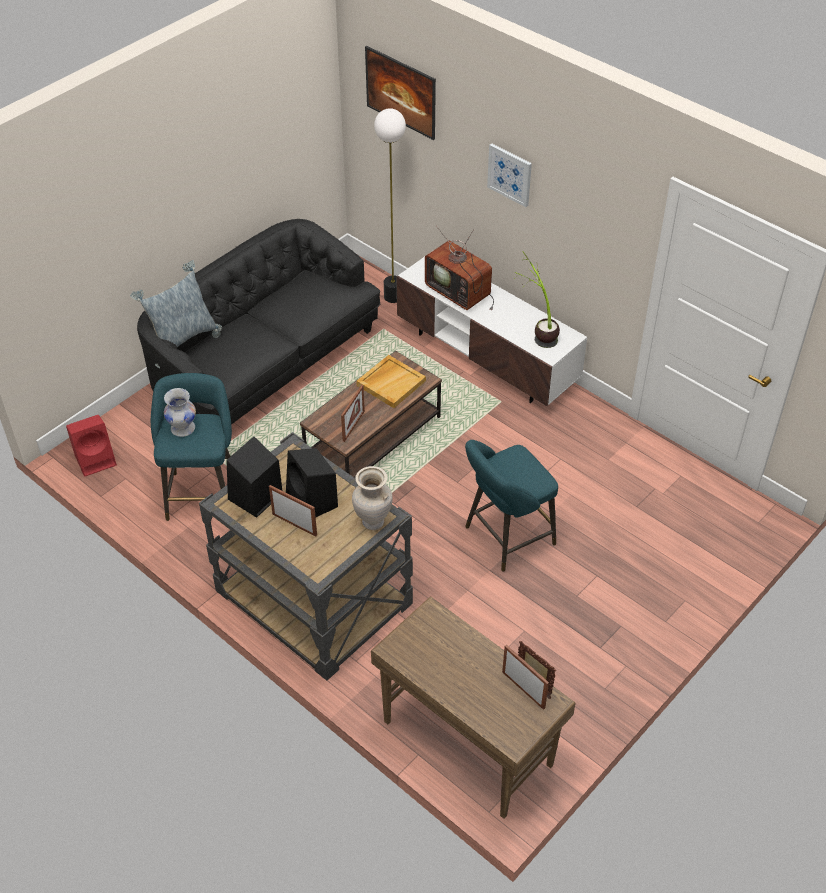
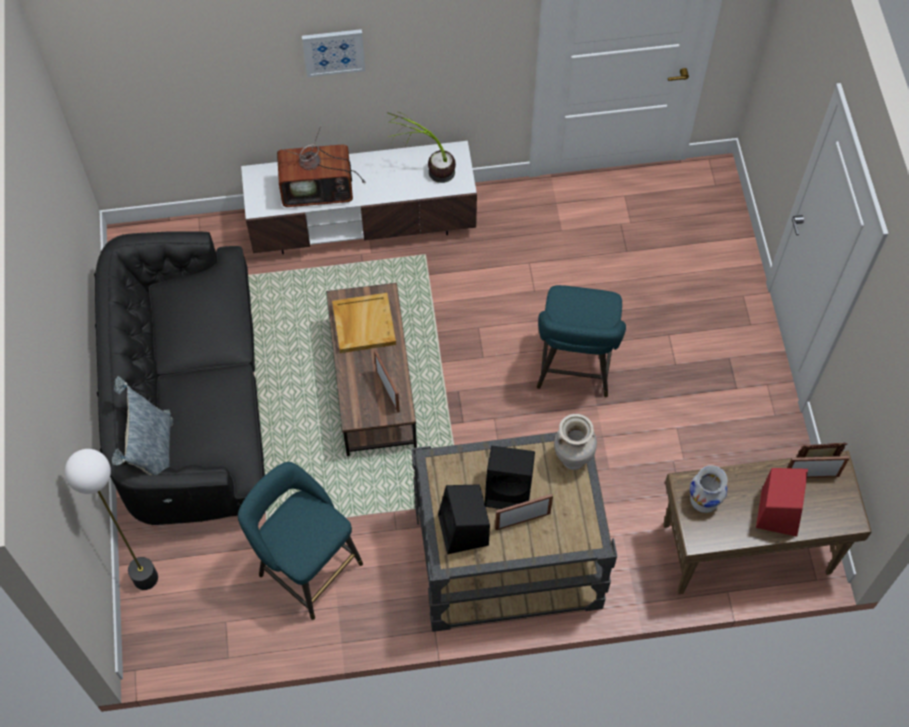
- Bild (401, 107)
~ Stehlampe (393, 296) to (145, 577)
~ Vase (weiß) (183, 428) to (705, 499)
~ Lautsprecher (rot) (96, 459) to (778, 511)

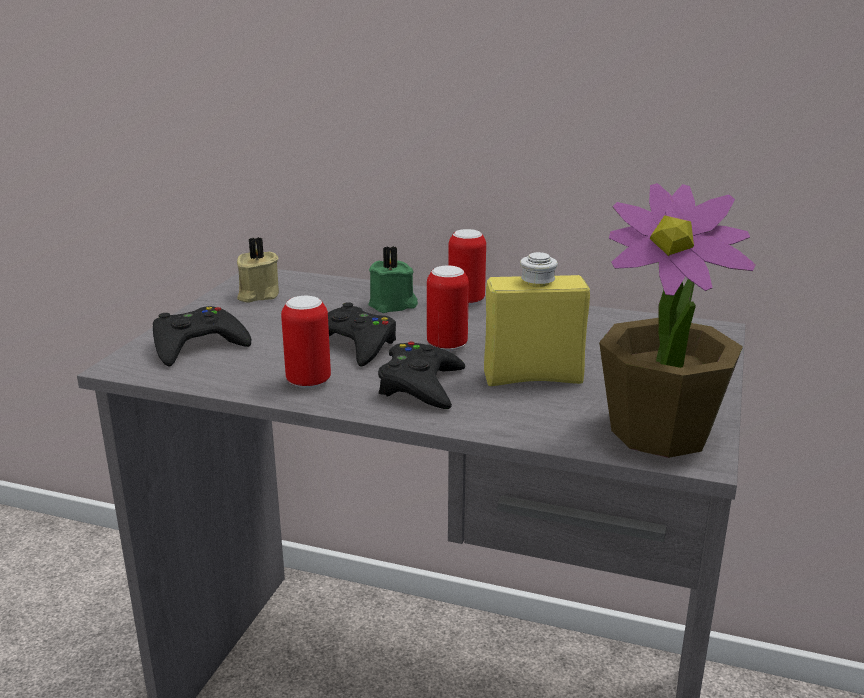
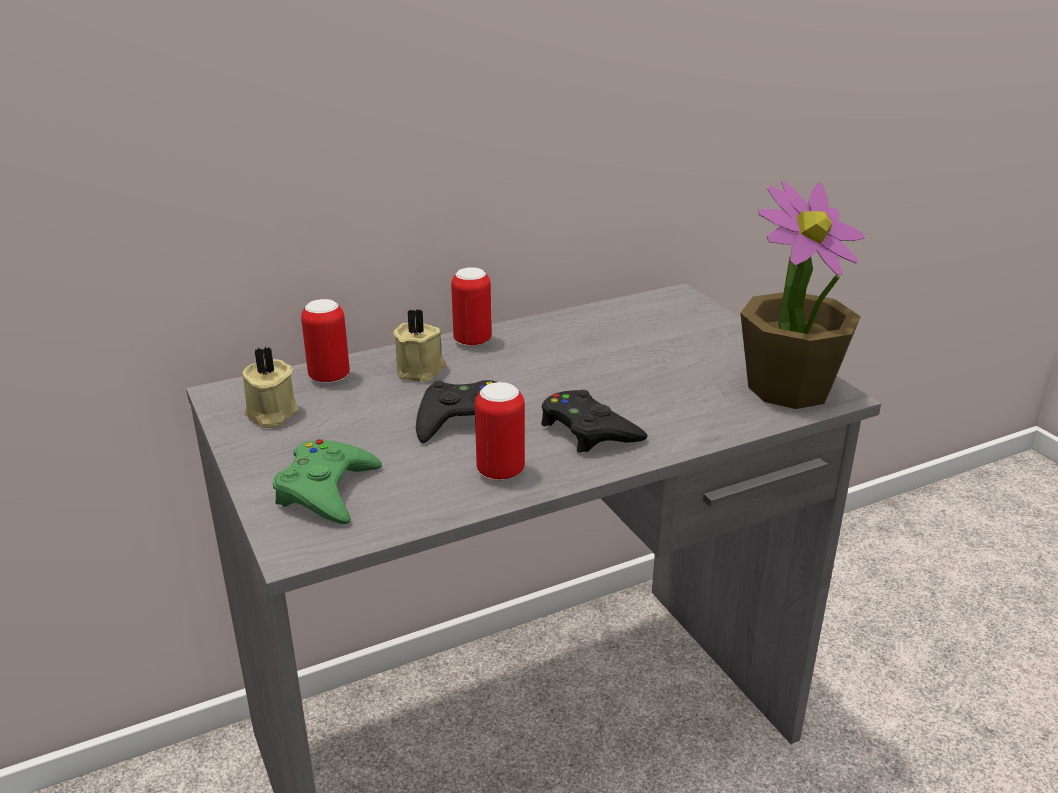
~ Kerze (grün) (393, 305) to Kerze (beige) (421, 370)
- Flasche (gelb) (533, 378)
~ Dose (447, 345) to (329, 377)
~ Gamepad (schwarz) (197, 345) to Gamepad (grün) (327, 490)

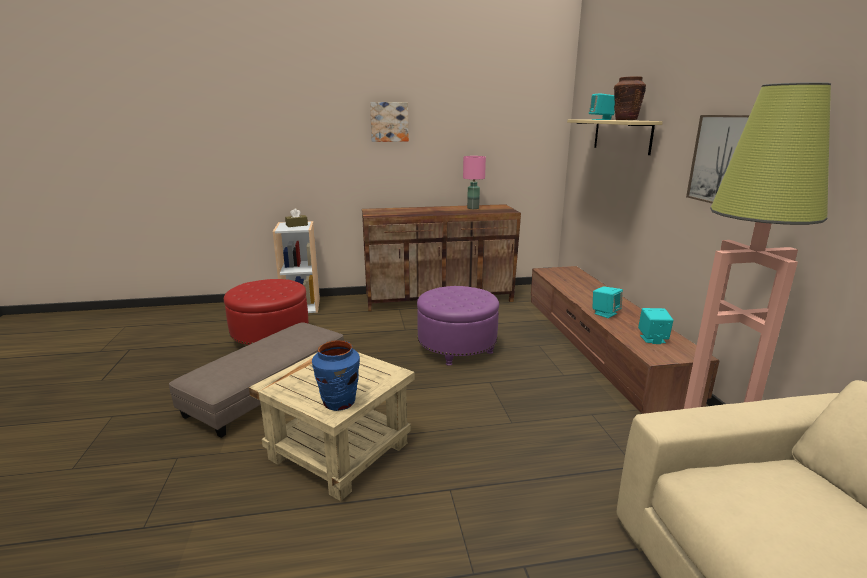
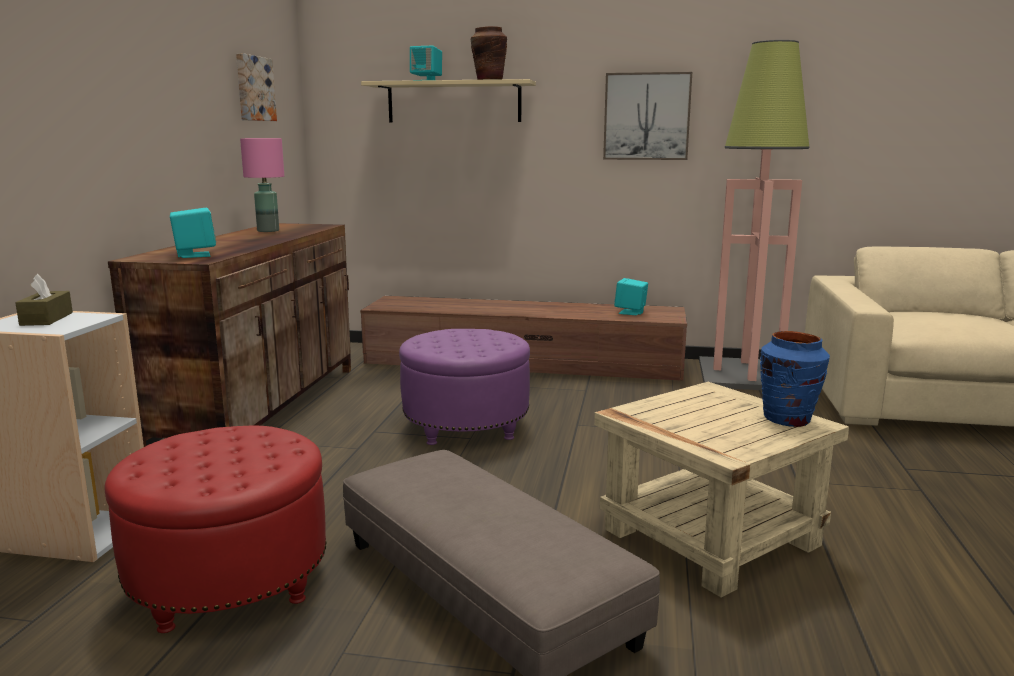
~ Bild (389, 122) to (253, 88)
~ Lautsprecher (türkis) (605, 313) to (195, 255)

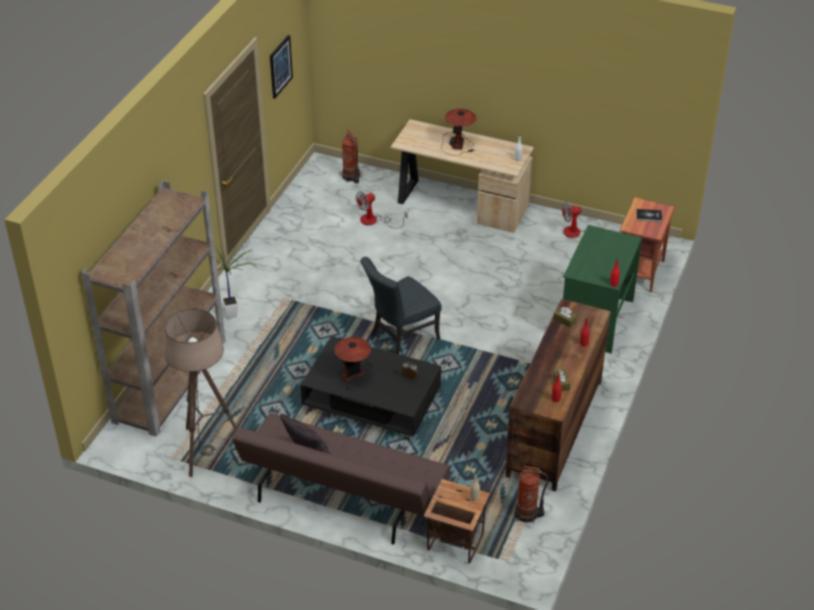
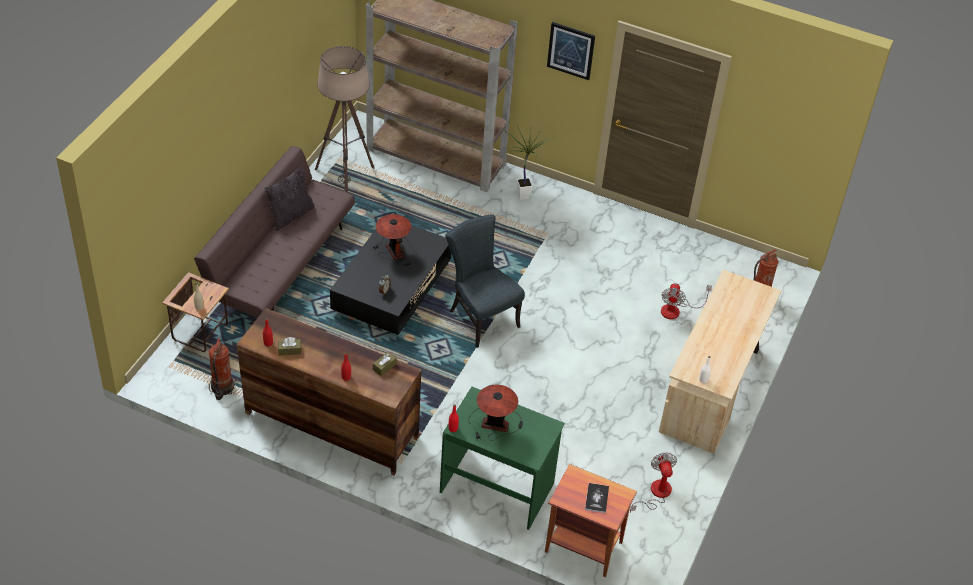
~ Bild (280, 66) to (571, 50)
~ Tischlampe (457, 144) to (494, 424)
~ Ventilator (374, 221) = (676, 310) 135 degrees counterclockwise

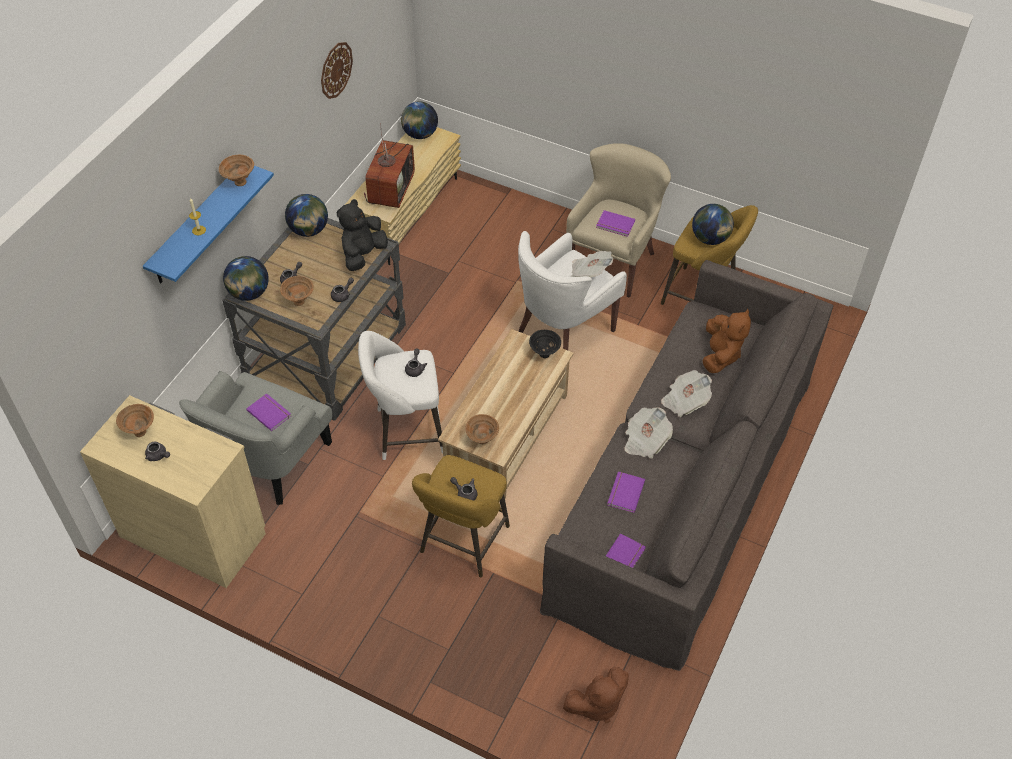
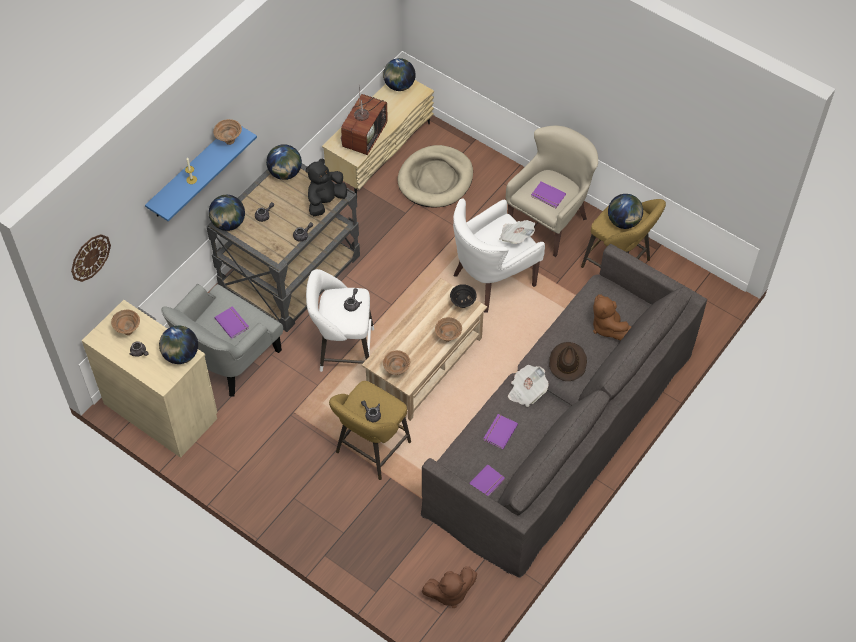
~ Wanduhr (336, 70) to (90, 257)
~ Schüssel (braun) (299, 301) to (448, 337)
~ Plüschtier (braun) (720, 355) = (607, 327) 135 degrees clockwise
~ Zeitung (685, 401) to Hut (braun) (567, 362)
+ Hundebett (beige) (435, 179)
+ Globus (181, 355)

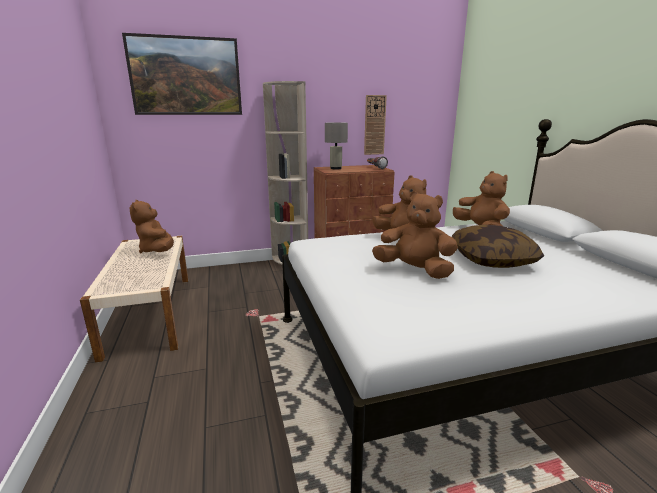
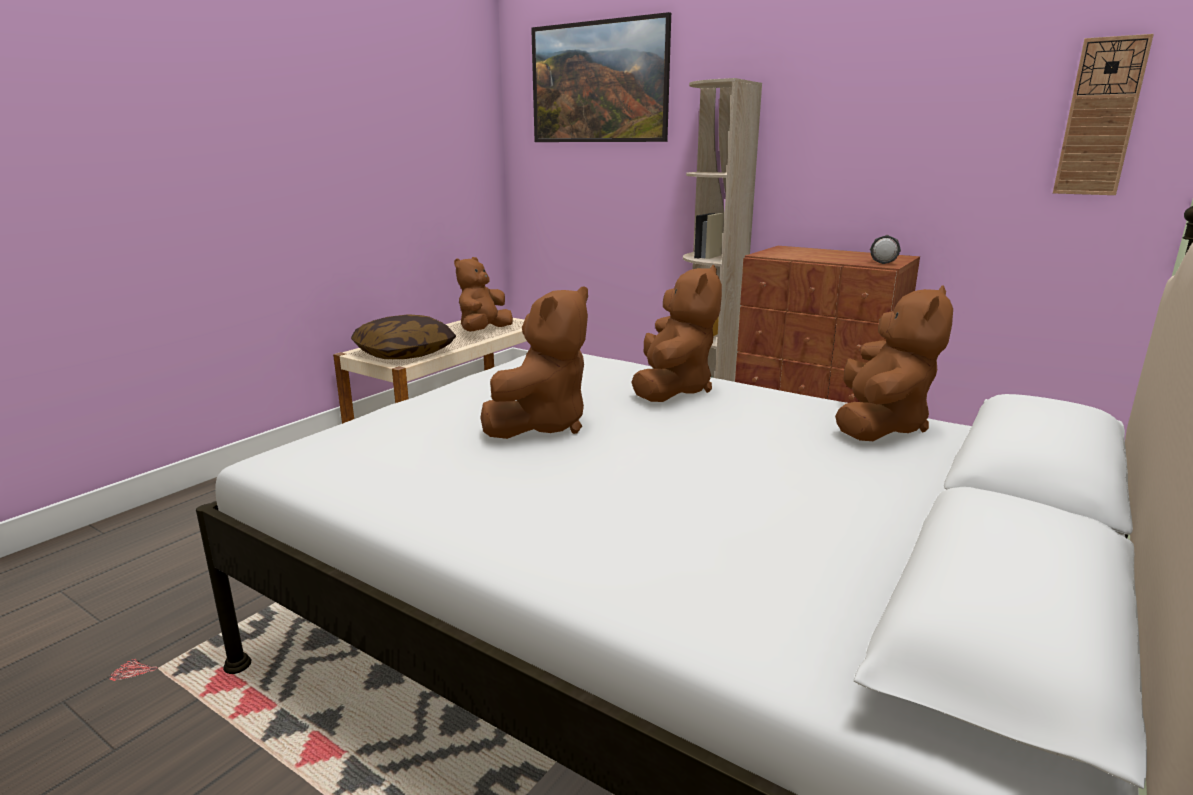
~ Wanduhr (374, 125) to (1100, 118)
- Tischlampe (grau) (335, 168)
~ Plüschtier (braun) (414, 270) = (541, 425) 45 degrees clockwise
~ Kissen (492, 259) to (405, 354)

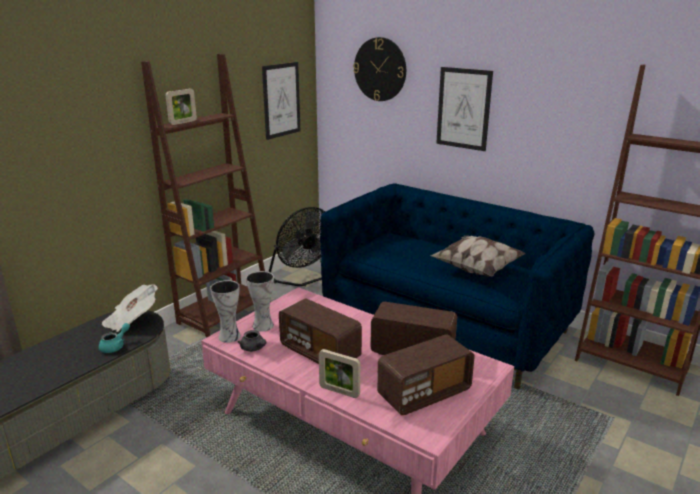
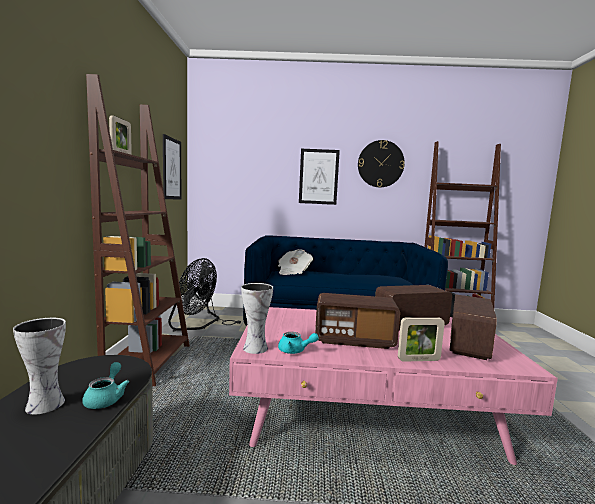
~ Wanduhr (380, 69) to (380, 164)
- Kissen (476, 269)
~ Vase (262, 325) to (43, 404)
~ Zeitung (131, 320) to (293, 272)
~ Teekanne (grau) (254, 348) to Teekanne (türkis) (295, 351)

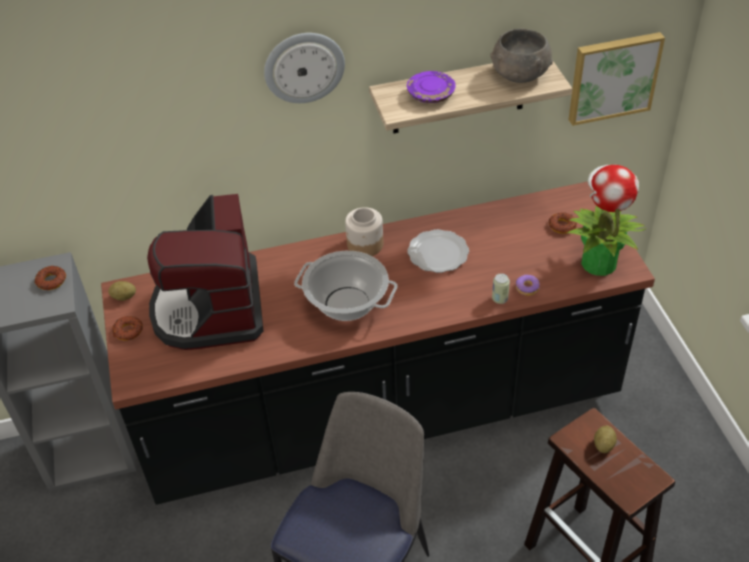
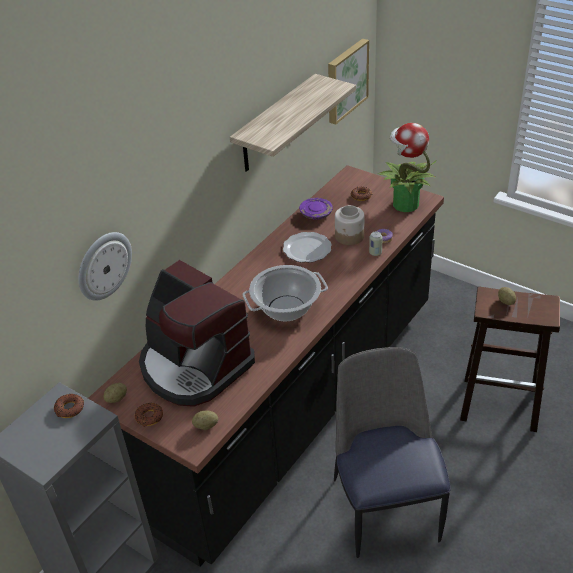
- Schüssel (grau) (519, 74)
~ Wanduhr (304, 67) to (103, 265)
~ Teller (lila) (431, 94) to (316, 213)
~ Vorratsglas (365, 245) to (349, 236)
+ Kartoffel (206, 426)

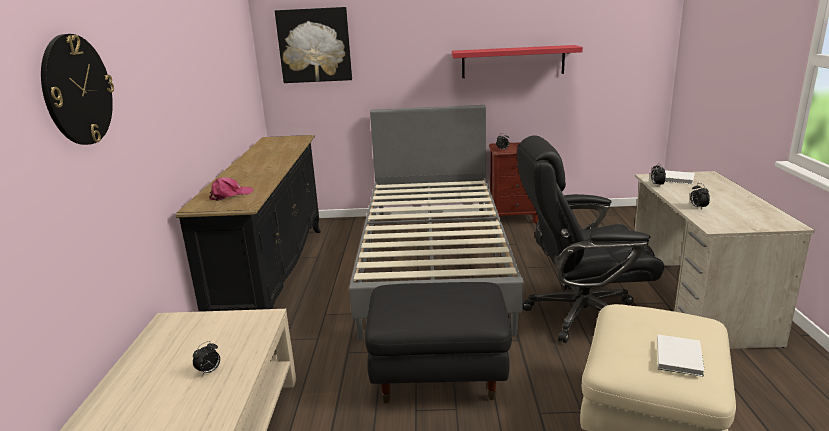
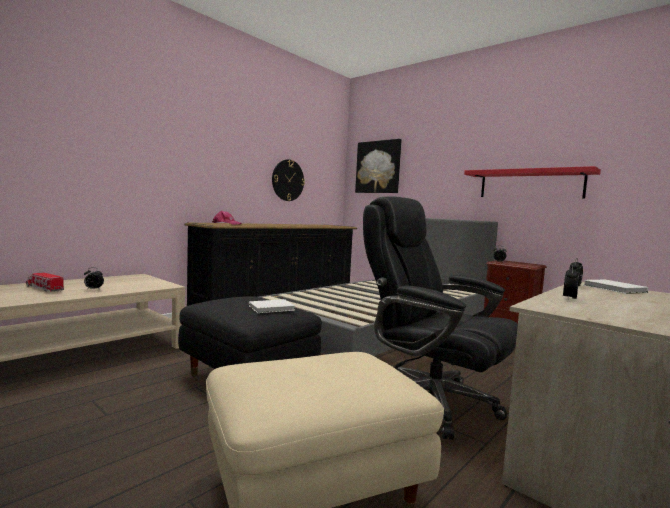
~ Wanduhr (77, 90) to (287, 180)
~ Buch (weiß) (680, 356) to (273, 308)
+ Spielzeuglaster (44, 288)

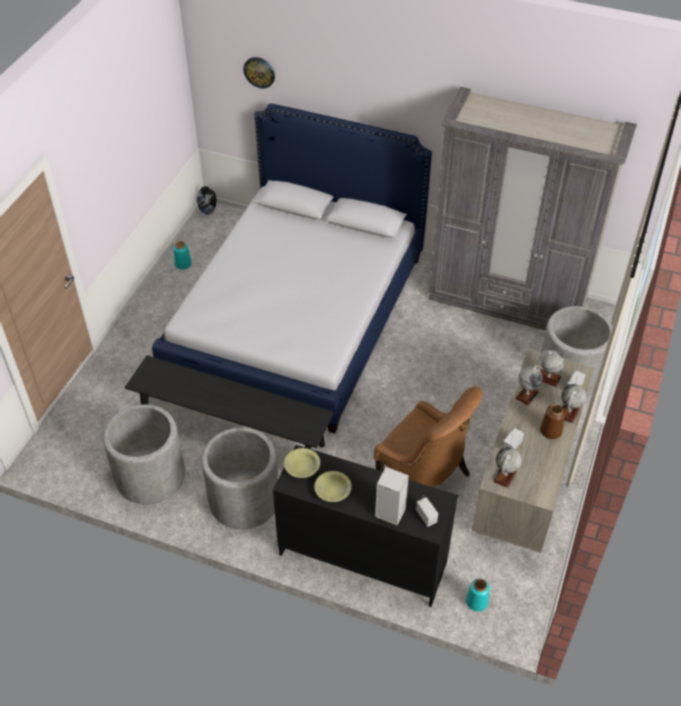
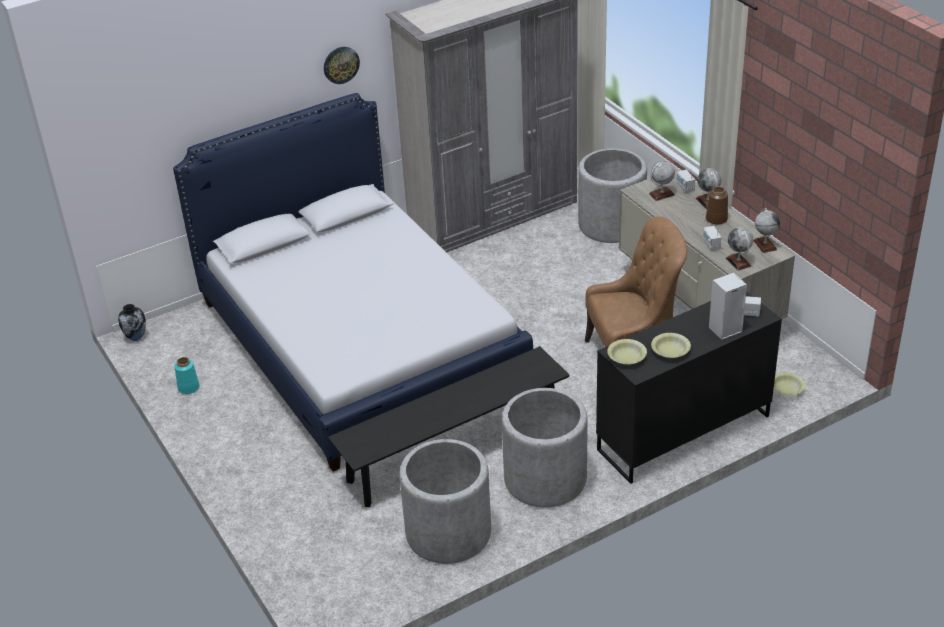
~ Wanduhr (259, 72) to (341, 64)
~ Globus (526, 395) to (765, 245)
~ Vase (türkis) (477, 602) to Schüssel (gelb) (787, 388)

